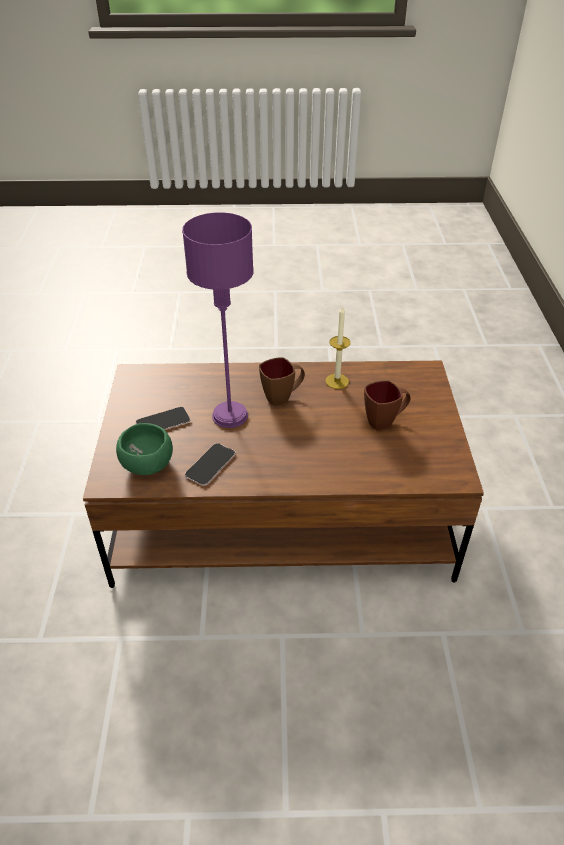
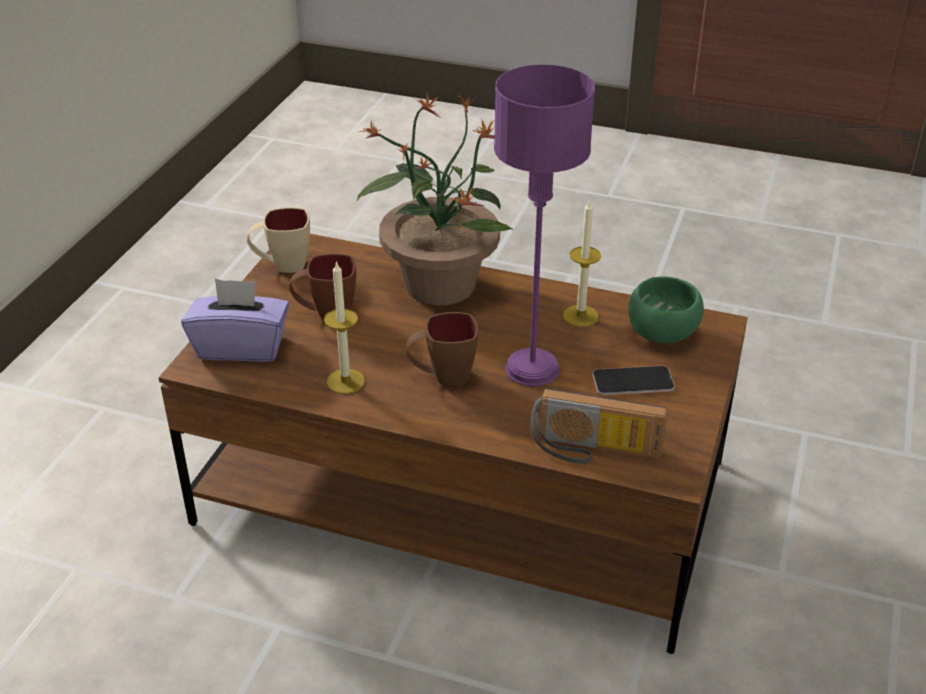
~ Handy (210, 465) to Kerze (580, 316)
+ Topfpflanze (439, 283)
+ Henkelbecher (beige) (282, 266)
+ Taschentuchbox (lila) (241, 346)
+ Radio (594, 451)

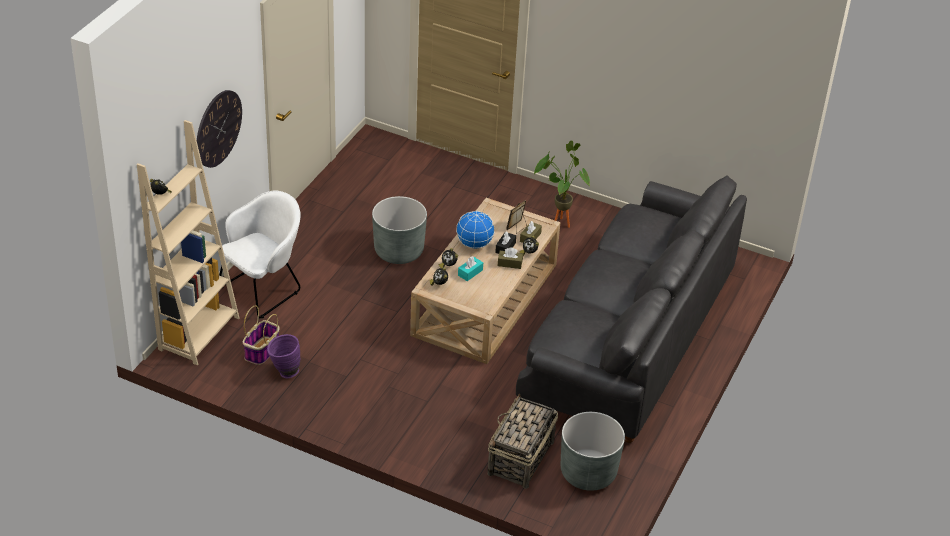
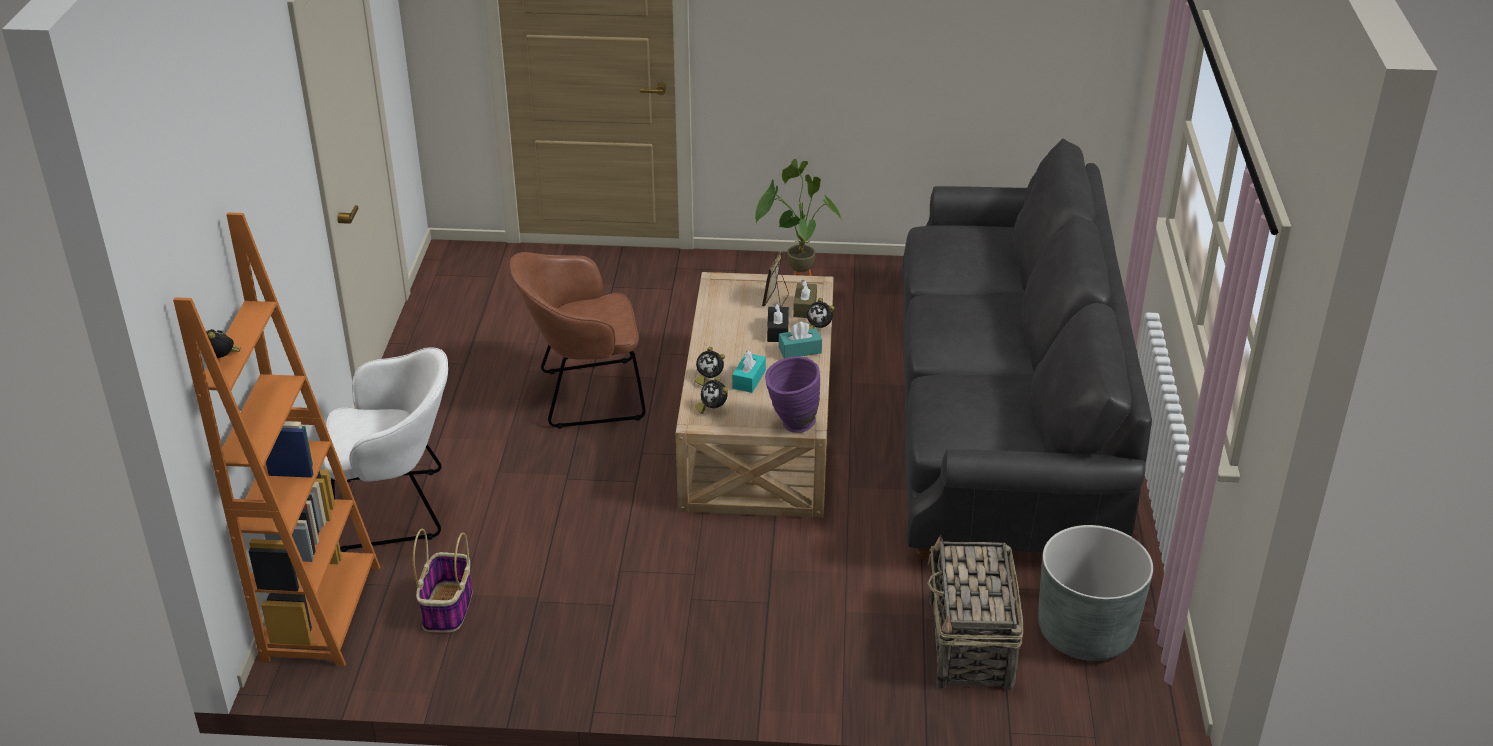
- Wanduhr (218, 128)
~ Bücherregal (beige) (198, 333) to Bücherregal (orange) (321, 613)
~ Sessel (weiß) (264, 288) = (397, 509) 60 degrees clockwise
~ Pflanzkübel (grau) (399, 251) to Sessel (braun) (585, 394)
- Globus (474, 244)
~ Taschentuchbox (braun) (510, 263) to Taschentuchbox (türkis) (800, 350)
~ Vase (lila) (284, 372) to (791, 426)

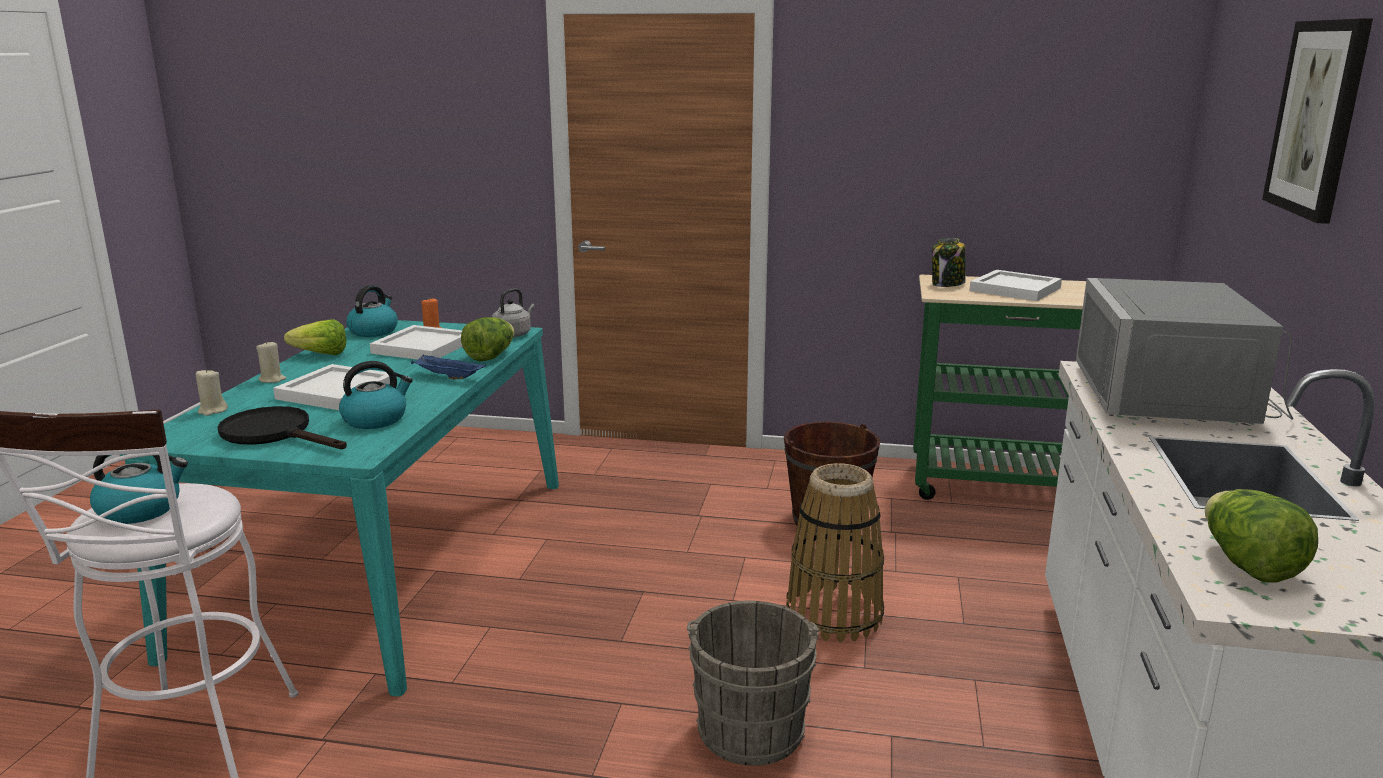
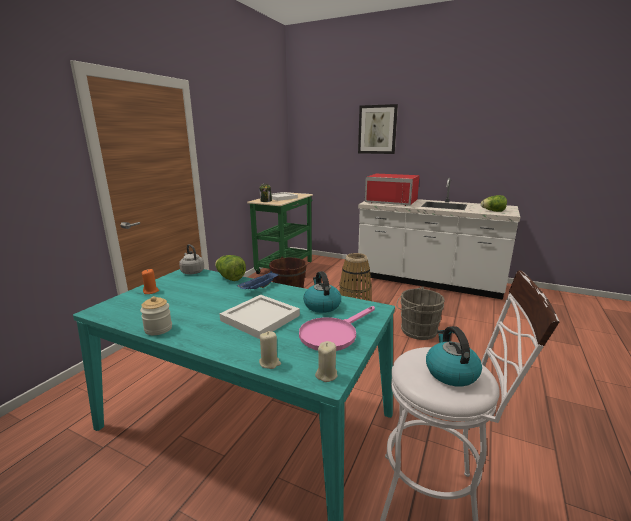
~ Mikrowelle (grau) (1176, 397) to Mikrowelle (rot) (392, 201)
- Wasserkessel (373, 331)
~ Salatkopf (316, 354) to Vorratsglas (158, 329)
- Tablett (weiß) (421, 347)
~ Kerze (beige) (272, 379) to (326, 375)
~ Pfanne (schwarz) (275, 434) to Pfanne (rosa) (333, 334)

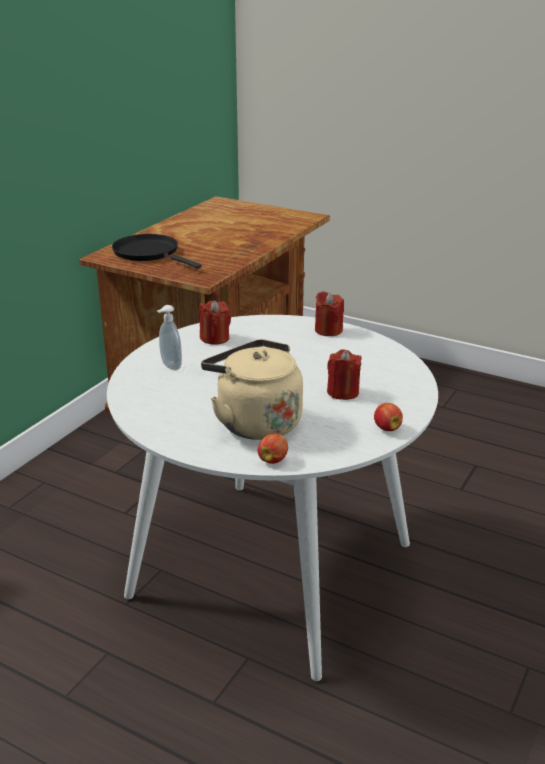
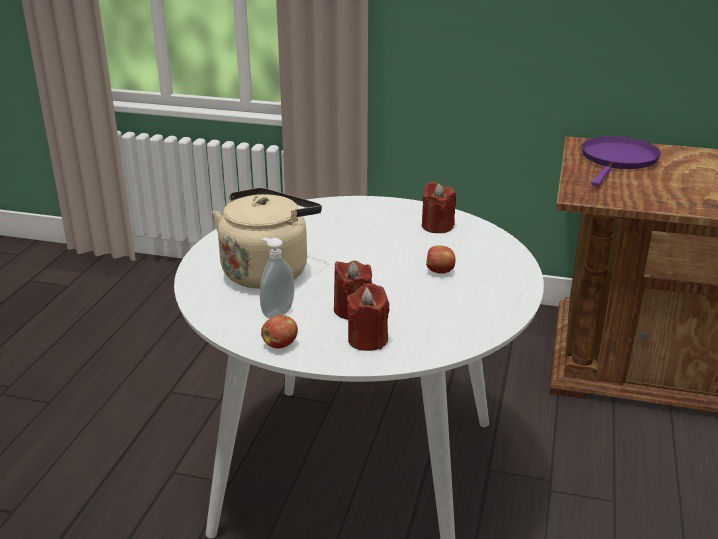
~ Pfanne (schwarz) (149, 253) to Pfanne (lila) (618, 160)
~ Kerze (rot) (328, 330) to (367, 340)
~ Seifenspender (169, 366) to (276, 312)
~ Apfel (273, 460) to (440, 271)

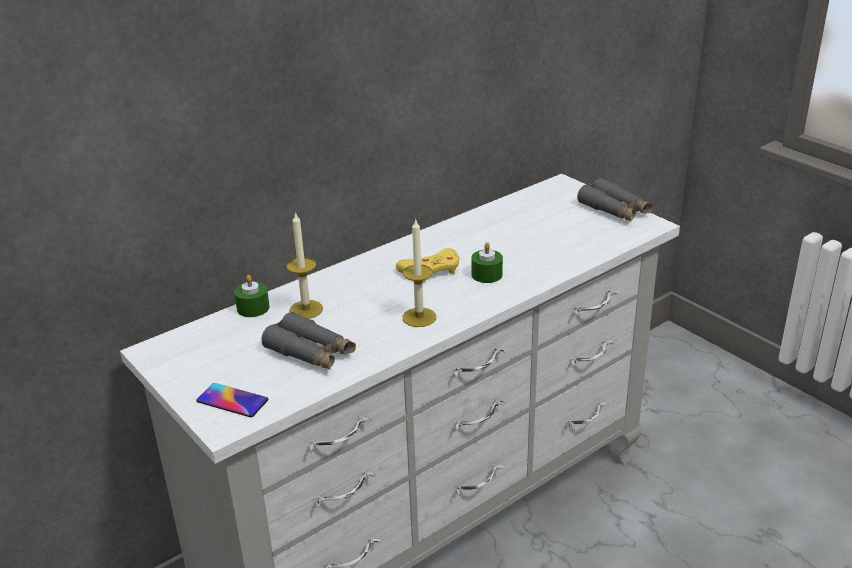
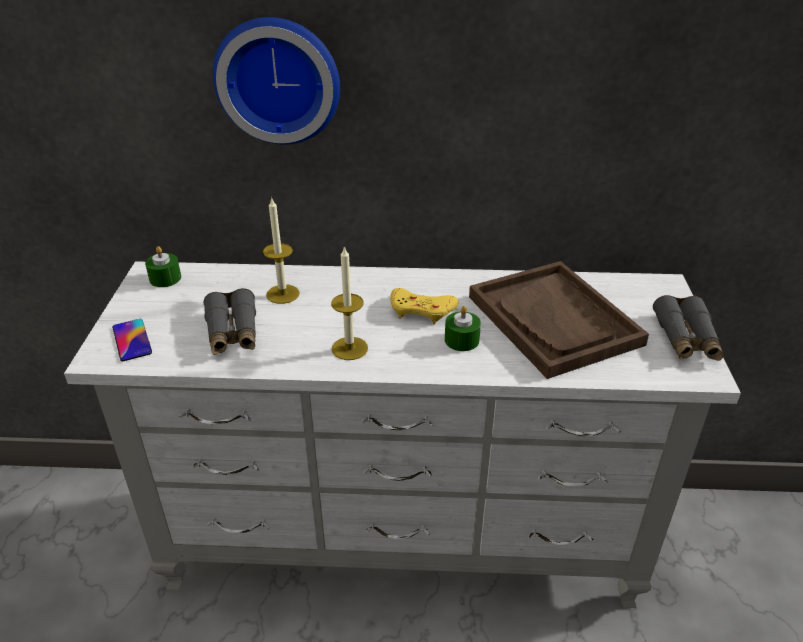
~ Kerze (grün) (253, 308) to (165, 278)
+ Wanduhr (279, 79)
+ Tablett (braun) (554, 320)

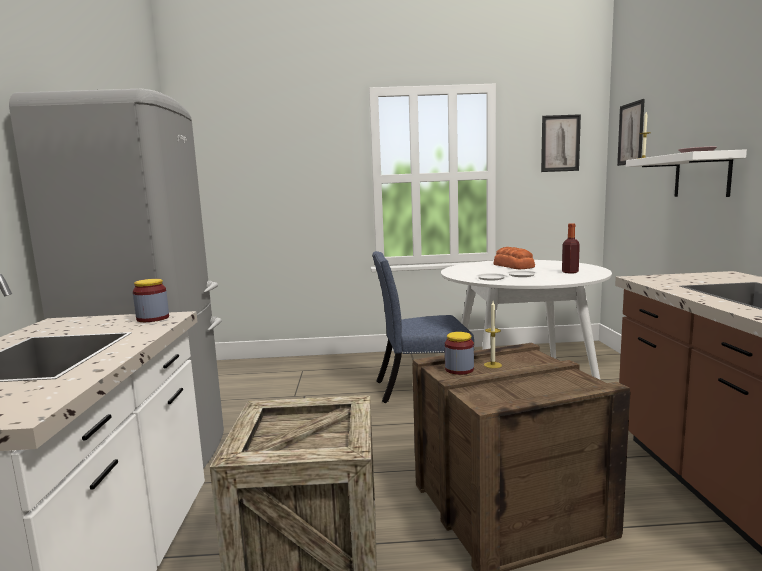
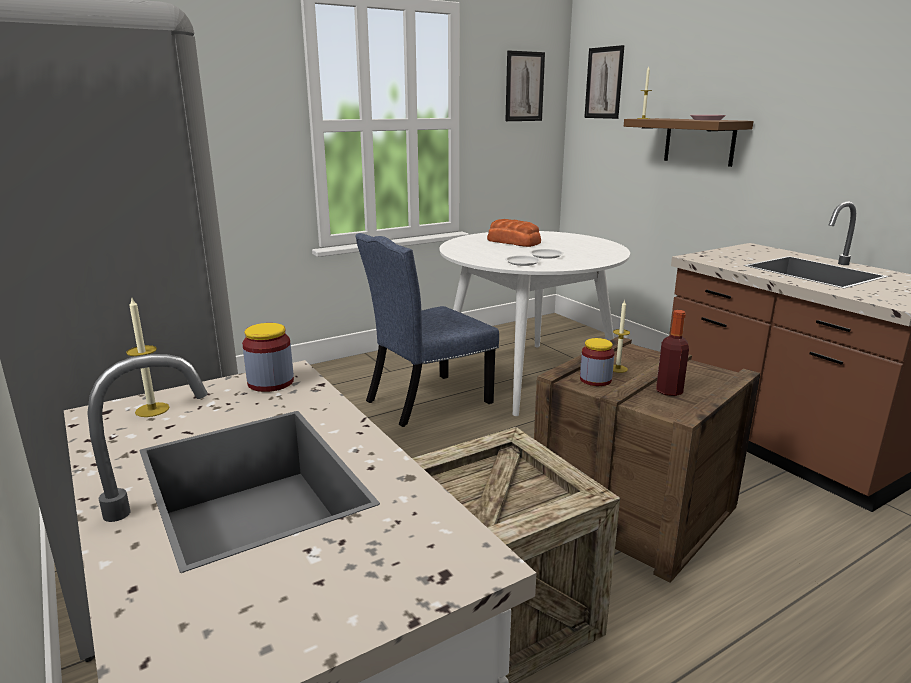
~ Wandregal (weiß) (702, 175) to Wandregal (braun) (699, 141)
~ Flasche (570, 272) to (669, 391)
+ Kerze (152, 410)

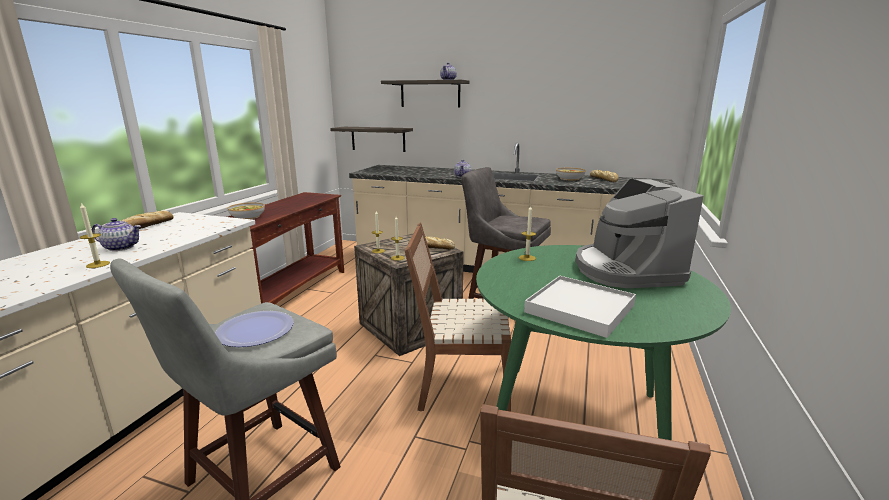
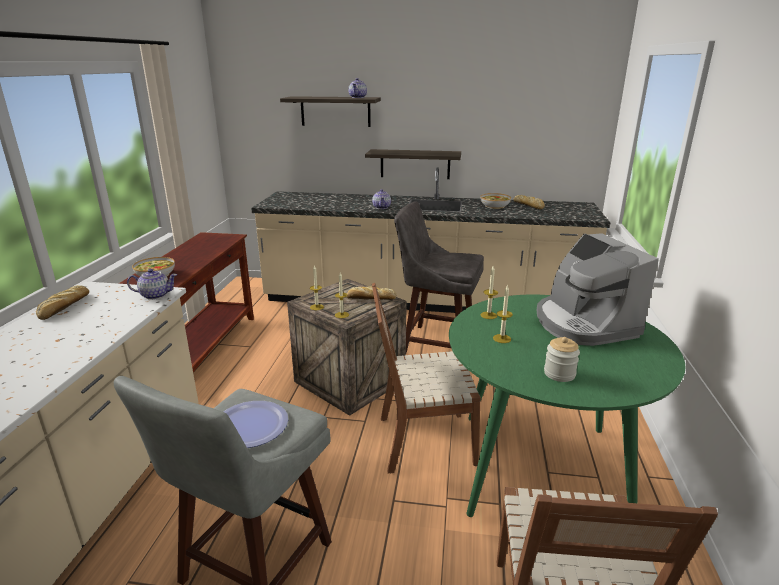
~ Wandregal (378, 139) to (415, 164)
~ Kerze (98, 264) to (502, 338)
~ Teekanne (121, 247) to (155, 295)
~ Tablett (weiß) (579, 309) to Vorratsglas (559, 374)

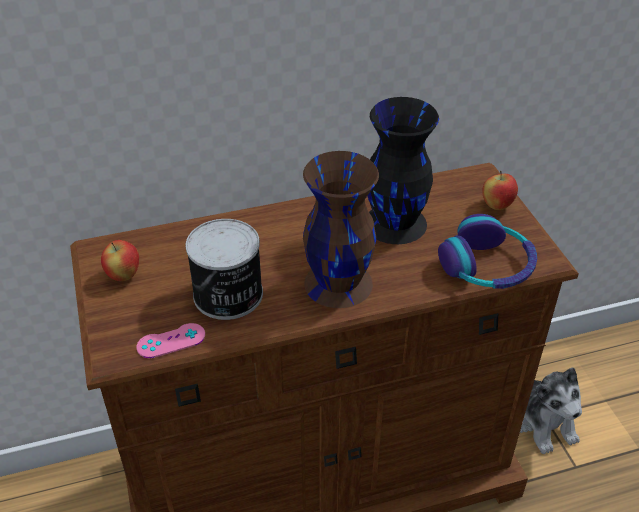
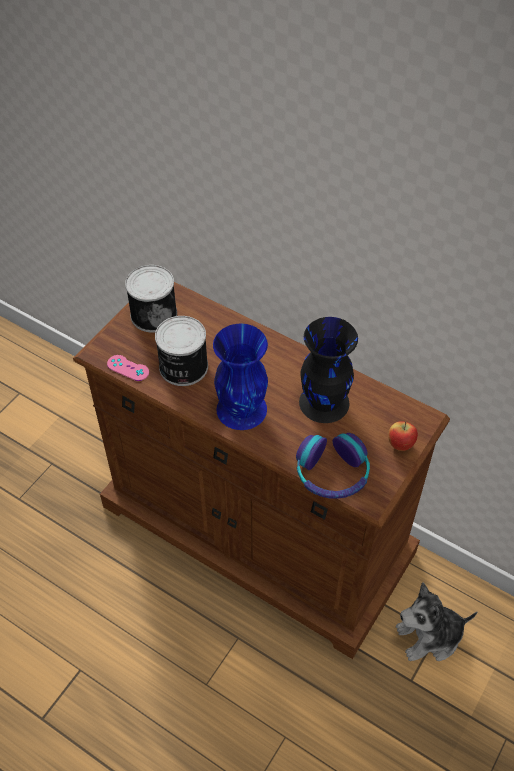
~ Vase (braun) (337, 282) to Vase (blau) (241, 408)
~ Apfel (123, 275) to Dose (153, 313)
~ Plüschtier (543, 422) = (430, 636) 45 degrees clockwise

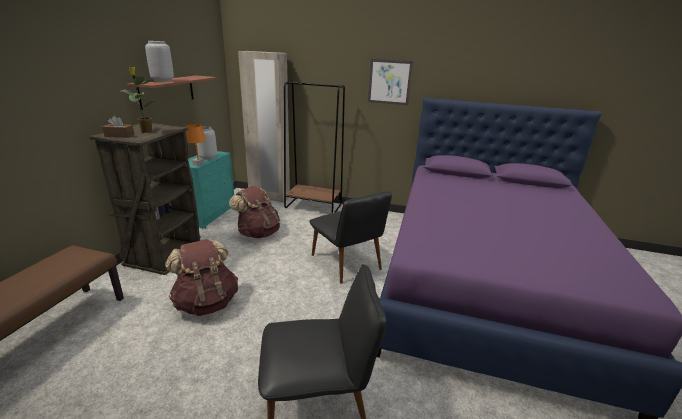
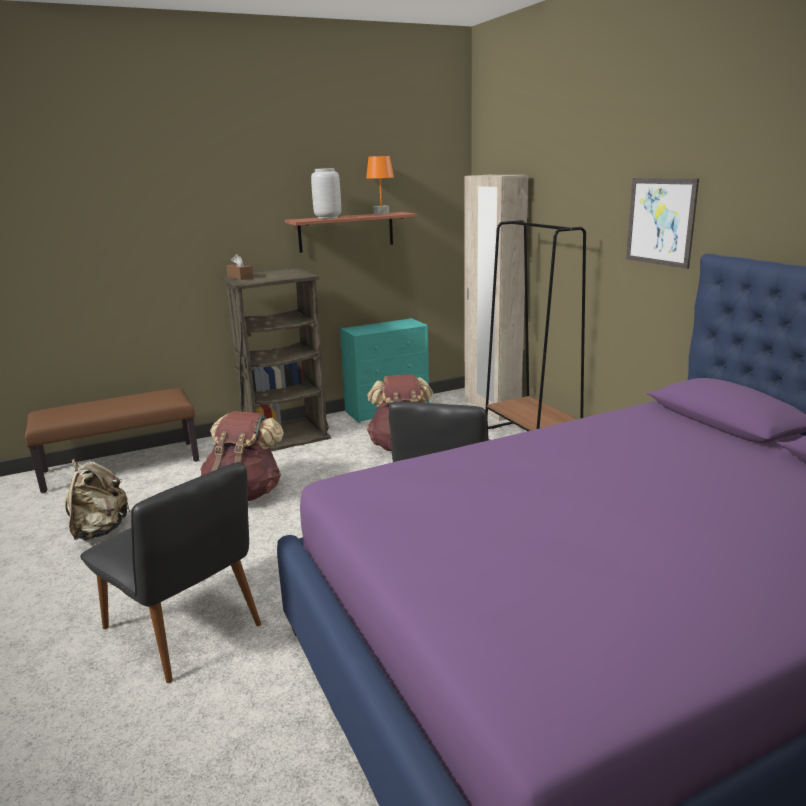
- Topfpflanze (146, 131)
~ Tischlampe (orange) (198, 164) to (381, 213)
- Vase (grau) (208, 157)
+ Rucksack (beige) (100, 530)

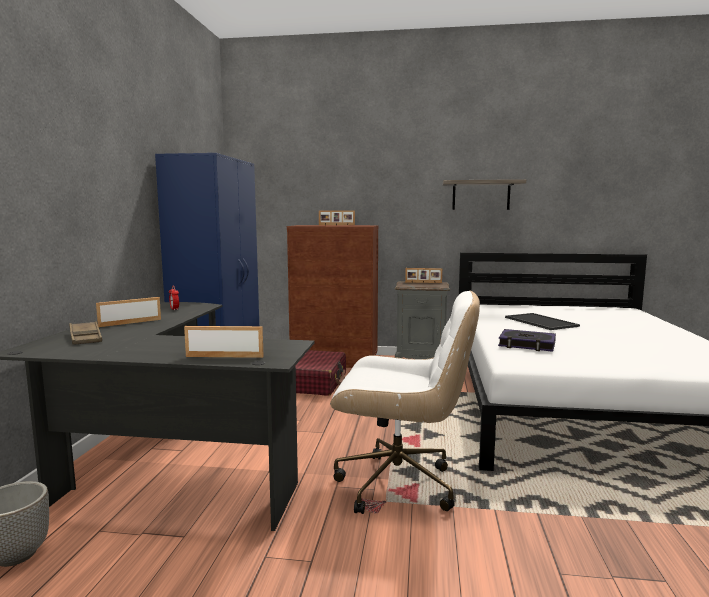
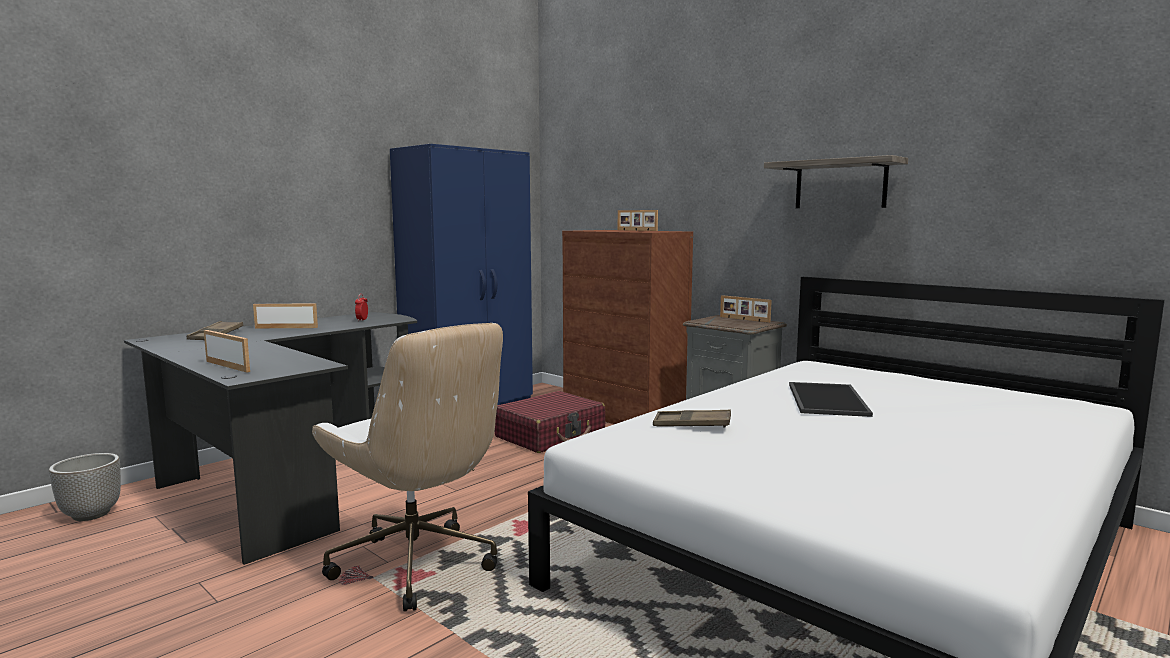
~ Buch (527, 344) to Tablett (braun) (692, 424)

